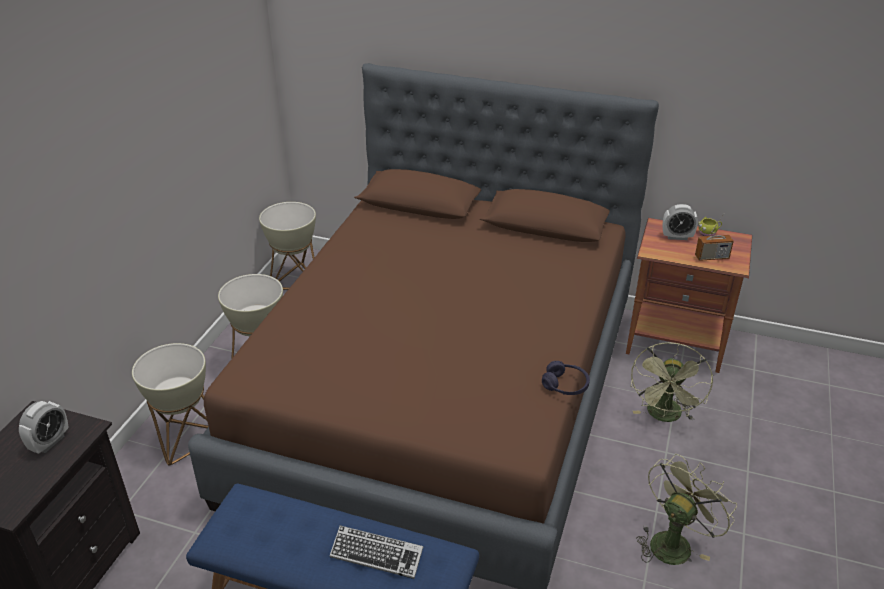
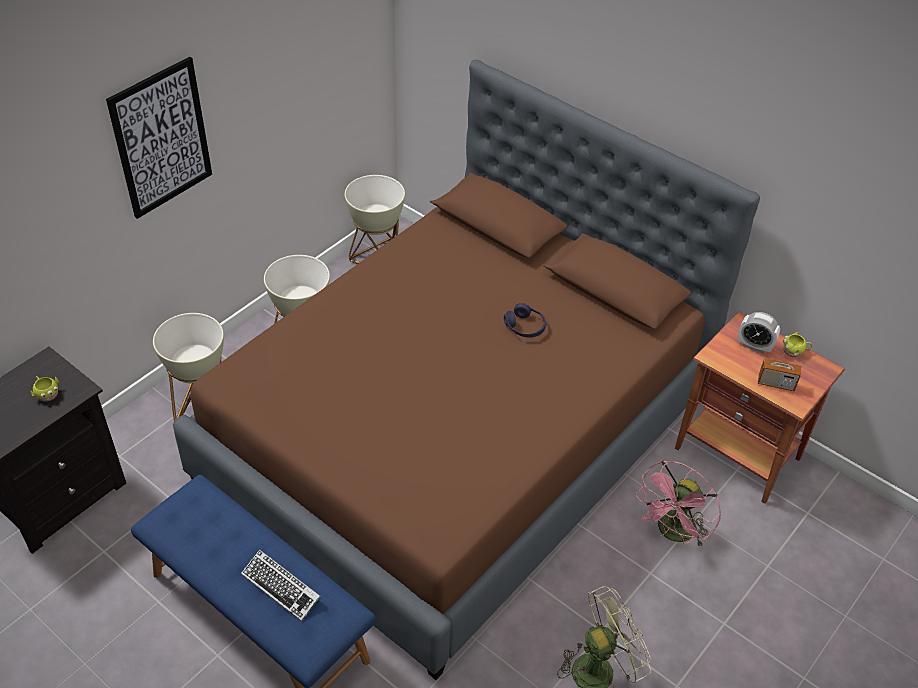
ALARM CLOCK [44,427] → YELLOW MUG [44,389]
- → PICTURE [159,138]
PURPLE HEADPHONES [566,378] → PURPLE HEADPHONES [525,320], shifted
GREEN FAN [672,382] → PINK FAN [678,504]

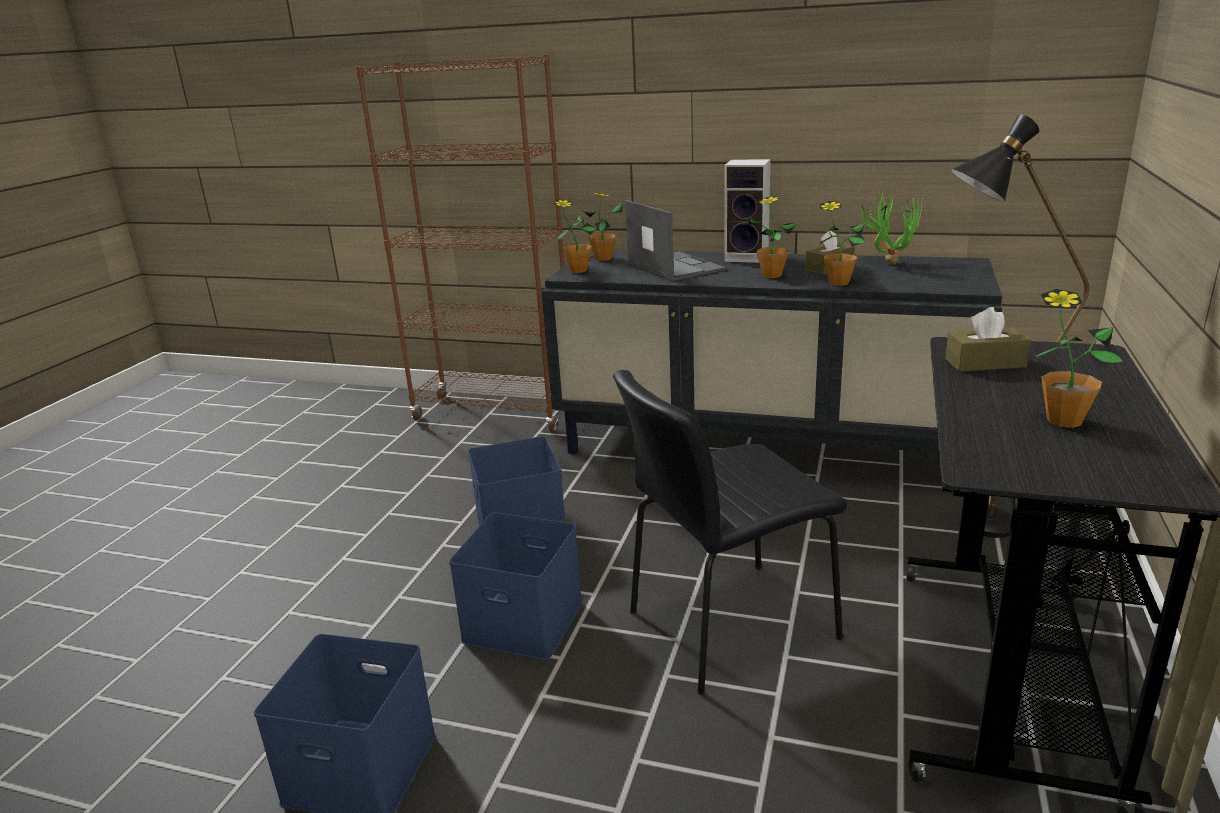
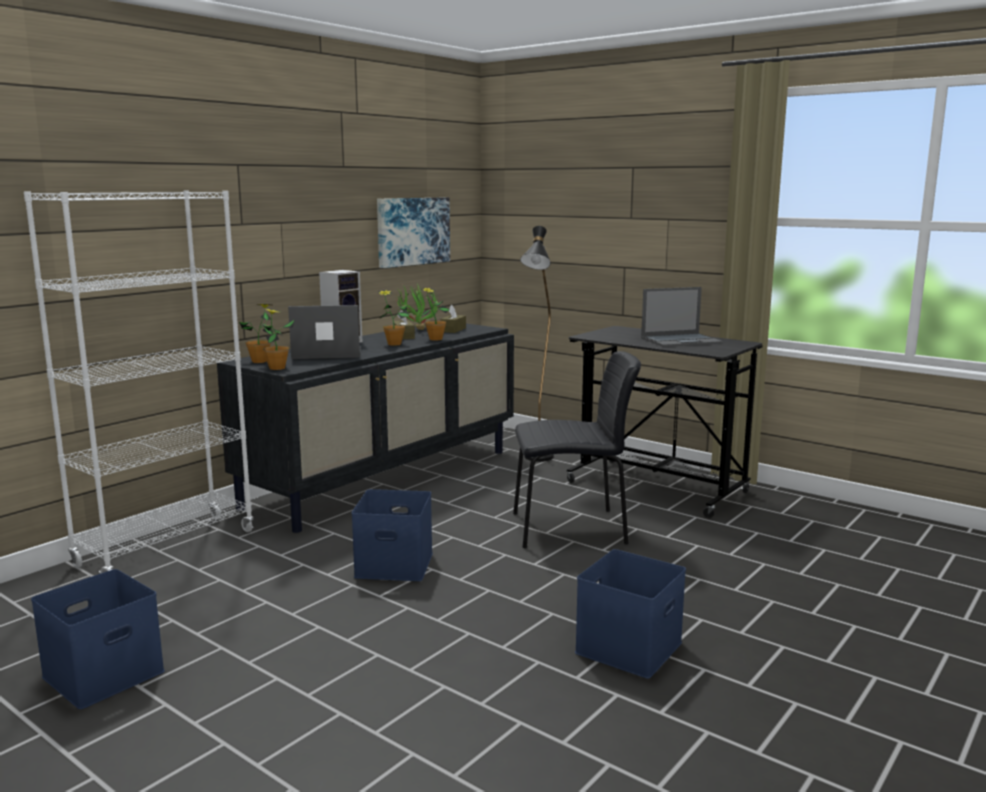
BROWN BOOKCASE [460,243] → WHITE BOOKCASE [139,382]
BLUE STORAGE BOX [515,586] → BLUE STORAGE BOX [98,639], shifted
- → PICTURE [413,233]
BROWN TISSUE BOX [988,339] → BROWN TISSUE BOX [453,319], shifted
BLACK CHAIR [730,532] → BLACK CHAIR [577,449], 90 degrees counterclockwise
POTTED PLANT [1079,358] → LAPTOP [682,317]

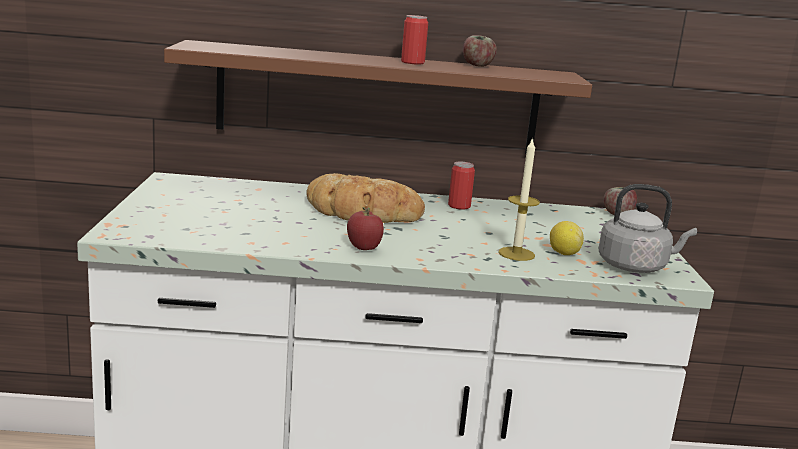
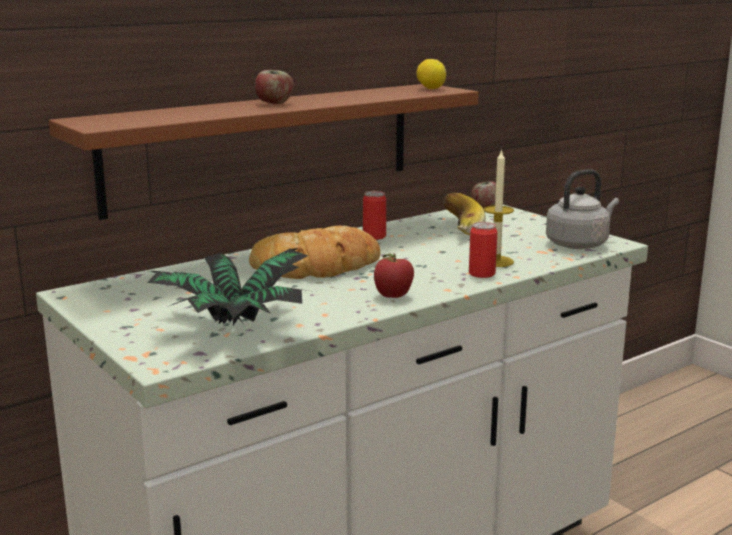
- → POTTED PLANT [227,286]
APPLE [480,51] → APPLE [274,87], shifted
LEMON [567,238] → LEMON [431,74], shifted
- → BANANA [465,214]
CAN [414,40] → CAN [483,250], shifted

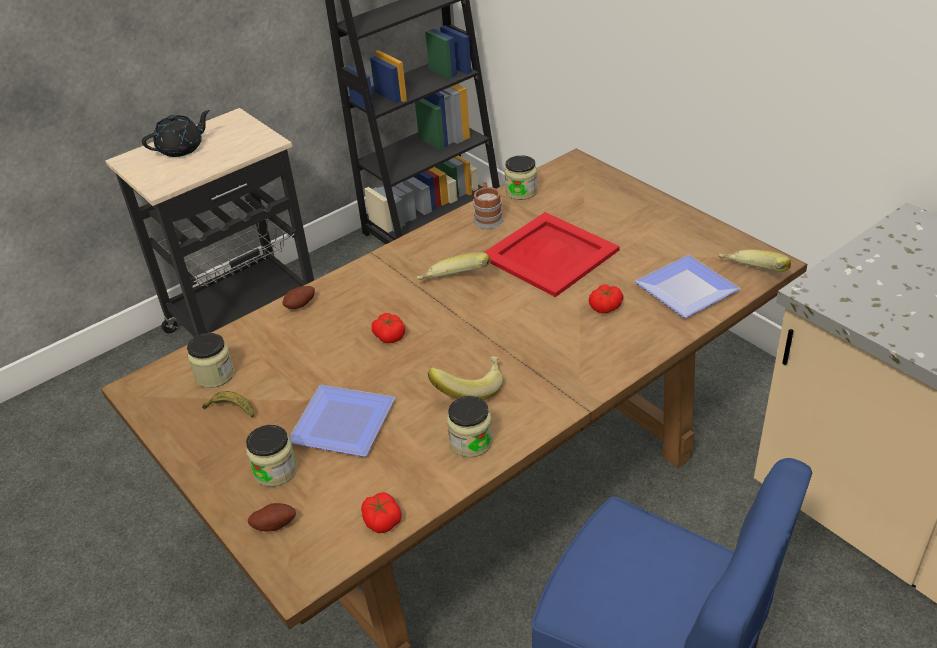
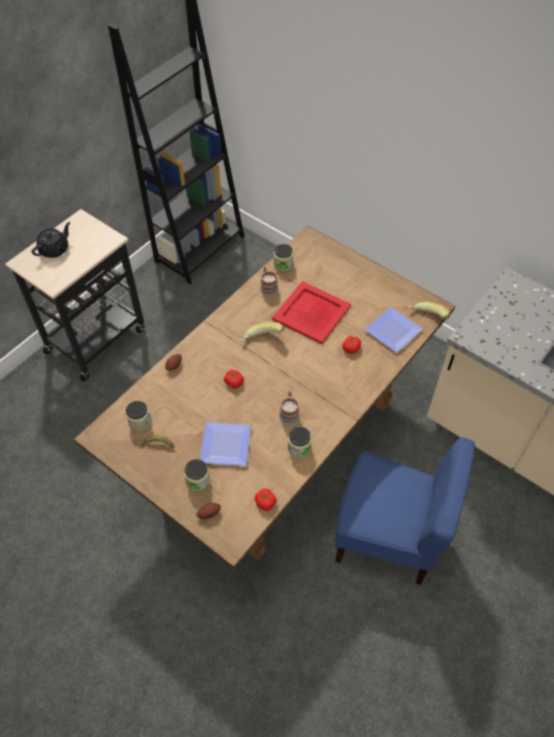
BANANA [465,378] → MUG [289,407]

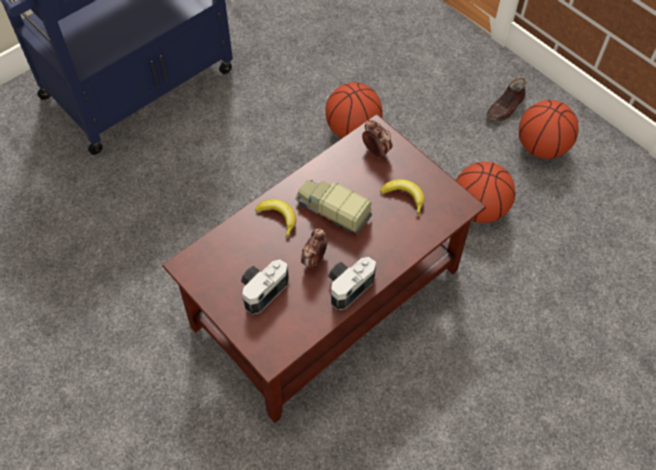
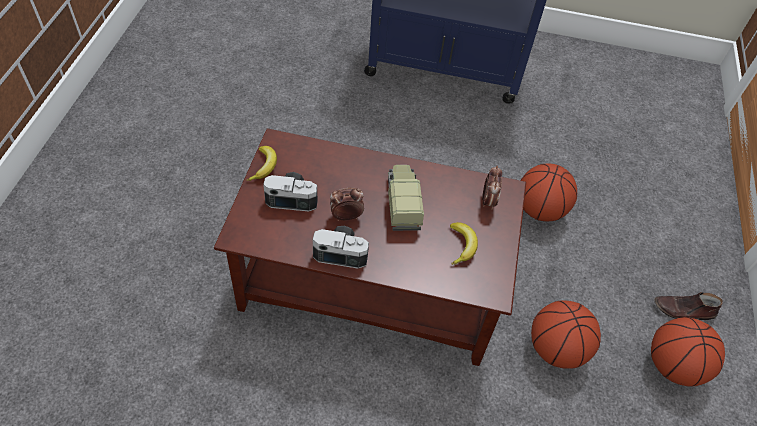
BANANA [275,218] → BANANA [262,163], shifted

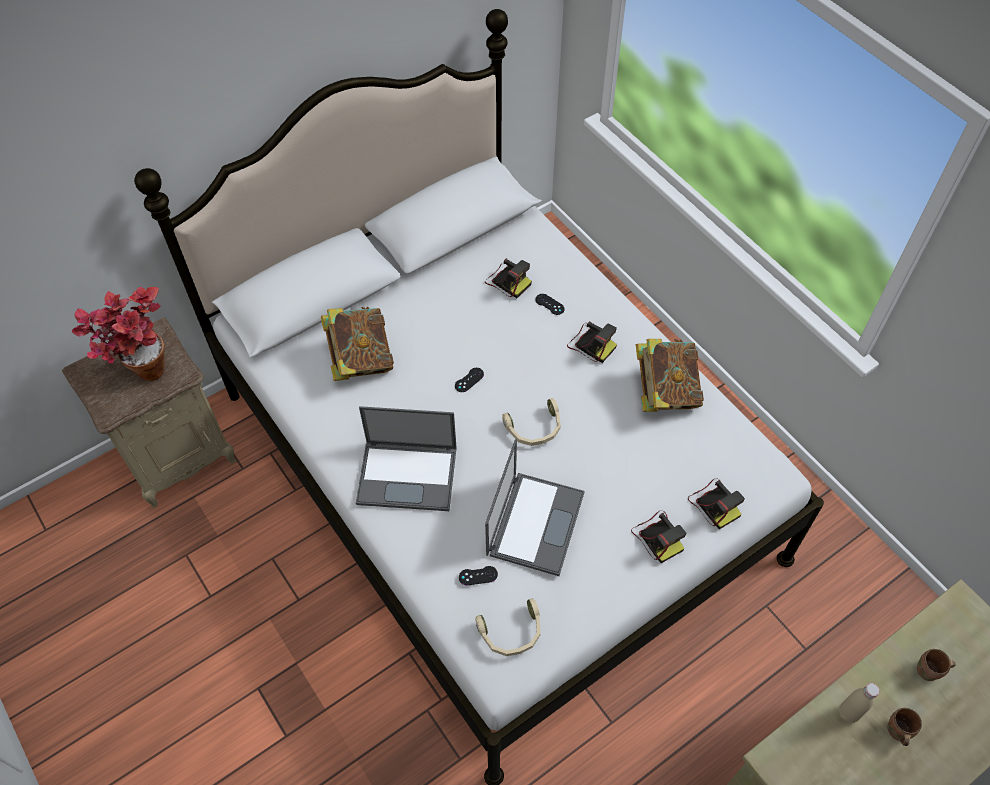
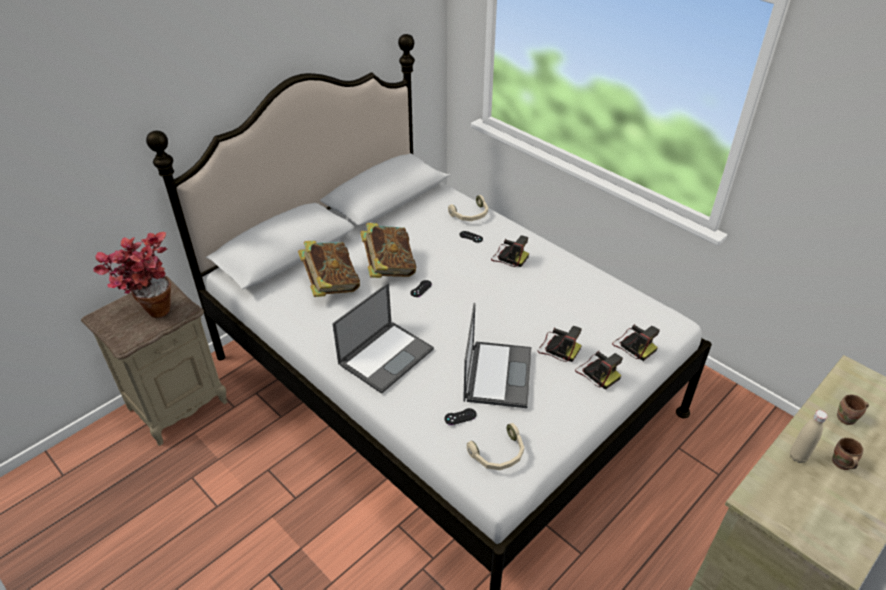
LAPTOP [406,458] → LAPTOP [383,338], 45 degrees counterclockwise
BOOK [670,375] → BOOK [388,250], shifted
BEIGE HEADPHONES [531,422] → BEIGE HEADPHONES [468,208], shifted
PHOTO CAMERA [508,278] → PHOTO CAMERA [560,344], shifted

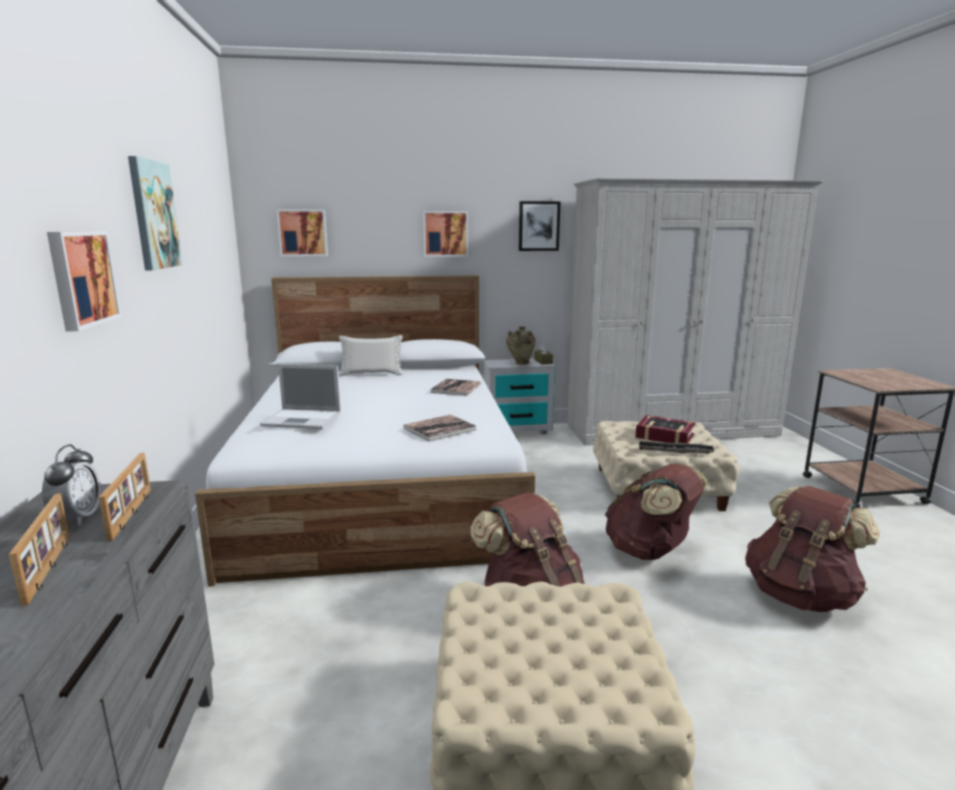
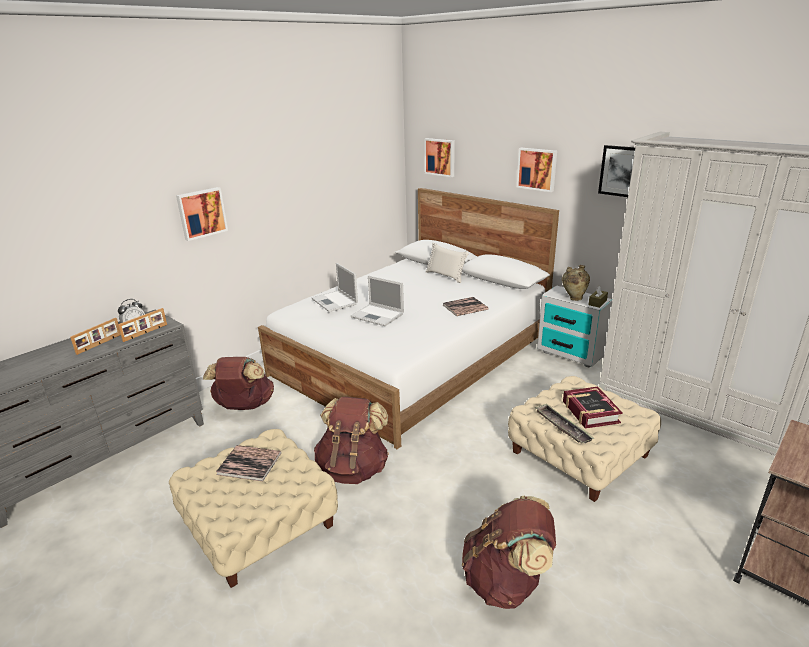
BROWN BACKPACK [656,512] → BROWN BACKPACK [238,383], shifted
BOOK [439,428] → BOOK [248,463], shifted
- → LAPTOP [377,300]
PICTURE [155,213] → -

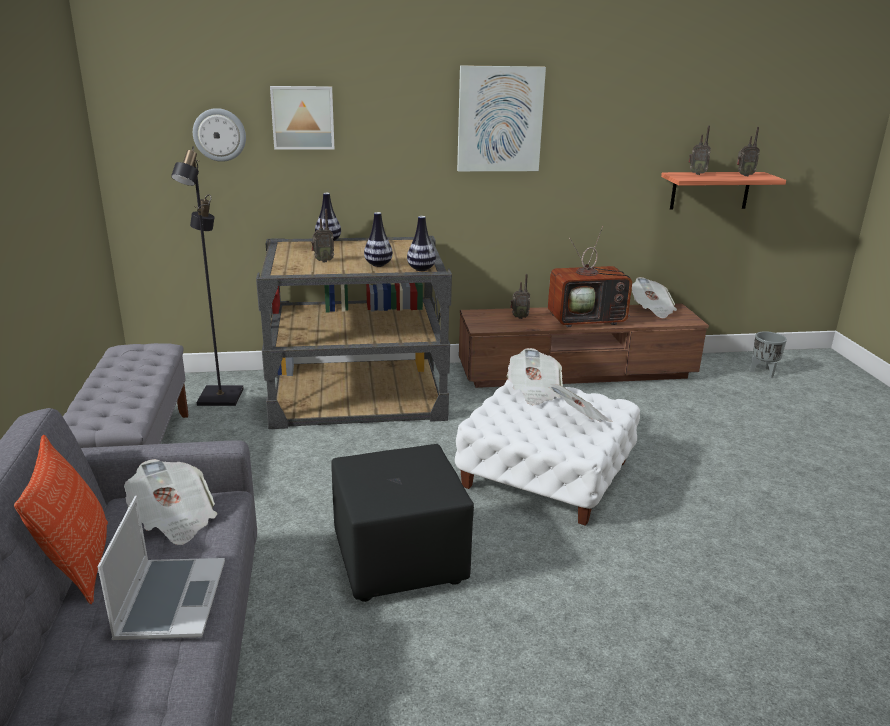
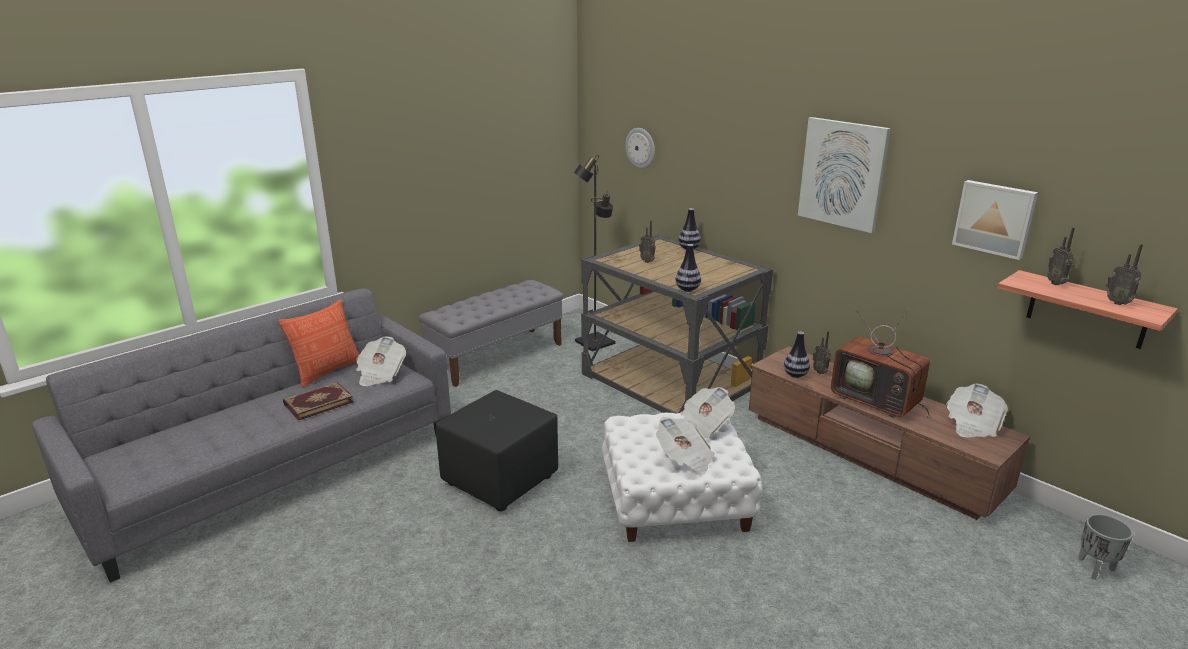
LAPTOP [161,568] → BOOK [318,401]
VASE [378,239] → VASE [797,355], shifted
PICTURE [302,118] → PICTURE [995,220], shifted

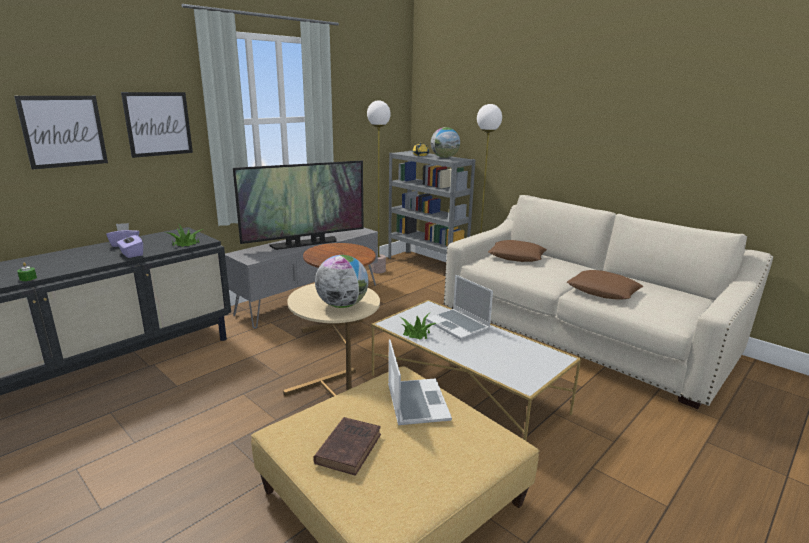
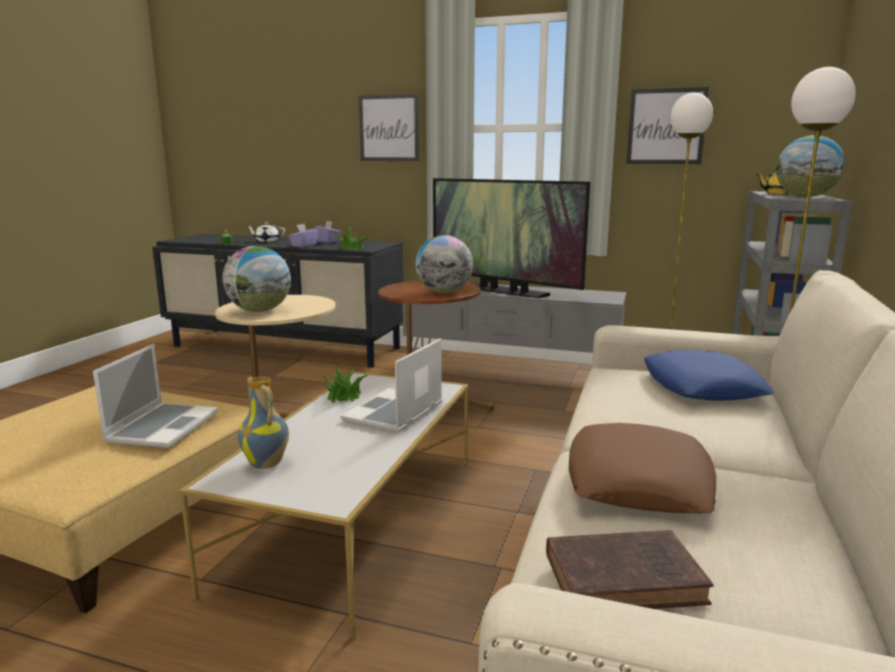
LAPTOP [420,382] → LAPTOP [155,396], 45 degrees counterclockwise
- → VASE [263,423]
- → WHITE TEAPOT [265,232]
- → GLOBE [444,264]
BROWN BOOK [347,446] → BROWN BOOK [630,569], shifted
PICTURE [61,133] → PICTURE [667,125], shifted
BROWN PILLOW [517,251] → BLUE PILLOW [709,375]

